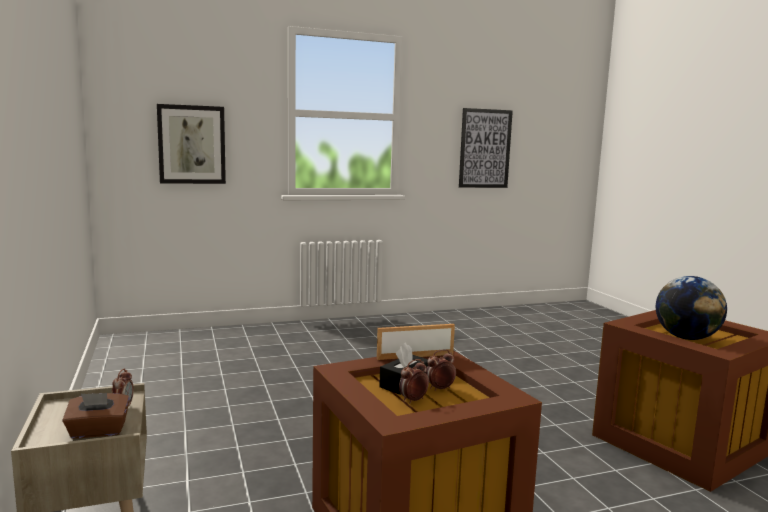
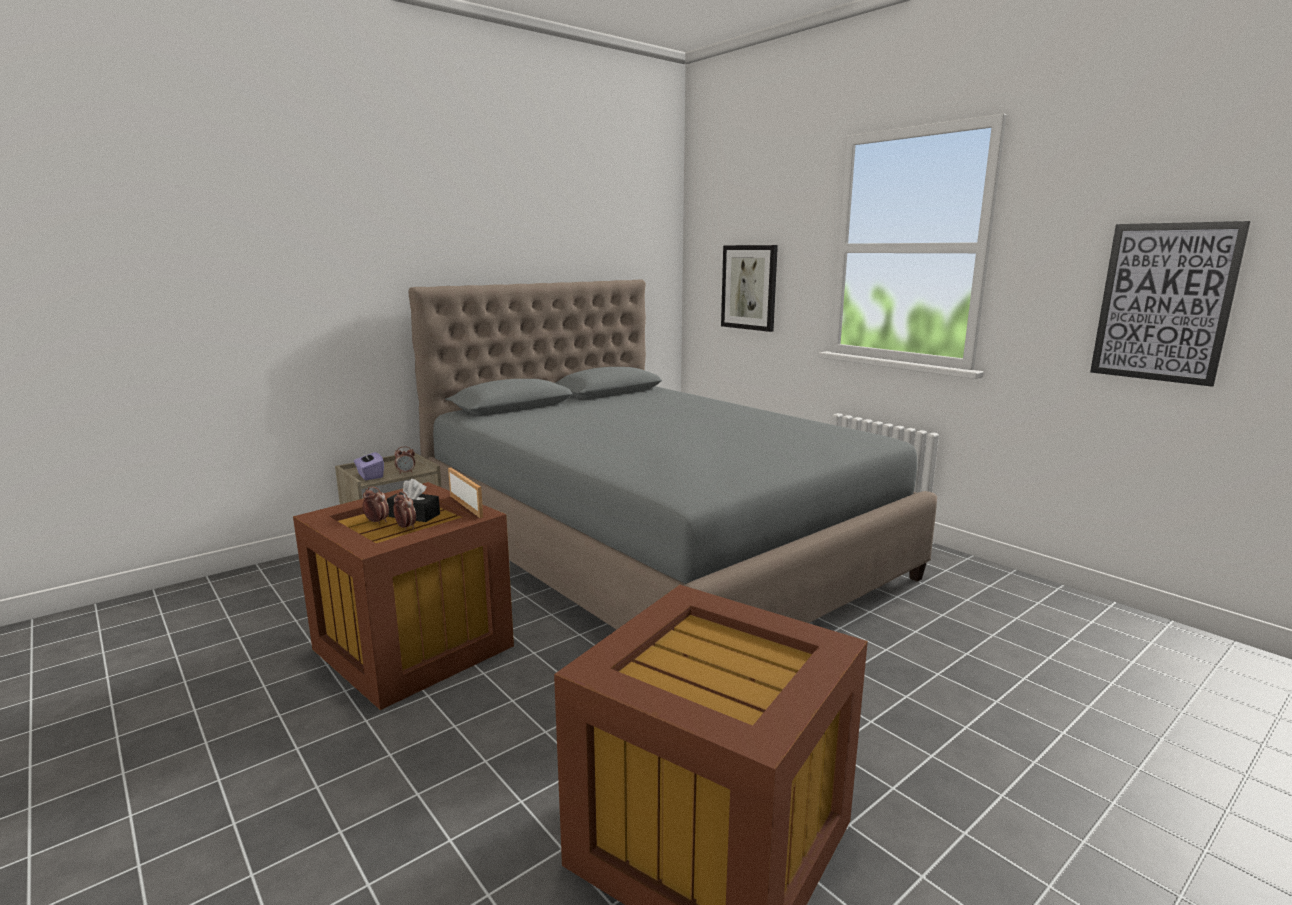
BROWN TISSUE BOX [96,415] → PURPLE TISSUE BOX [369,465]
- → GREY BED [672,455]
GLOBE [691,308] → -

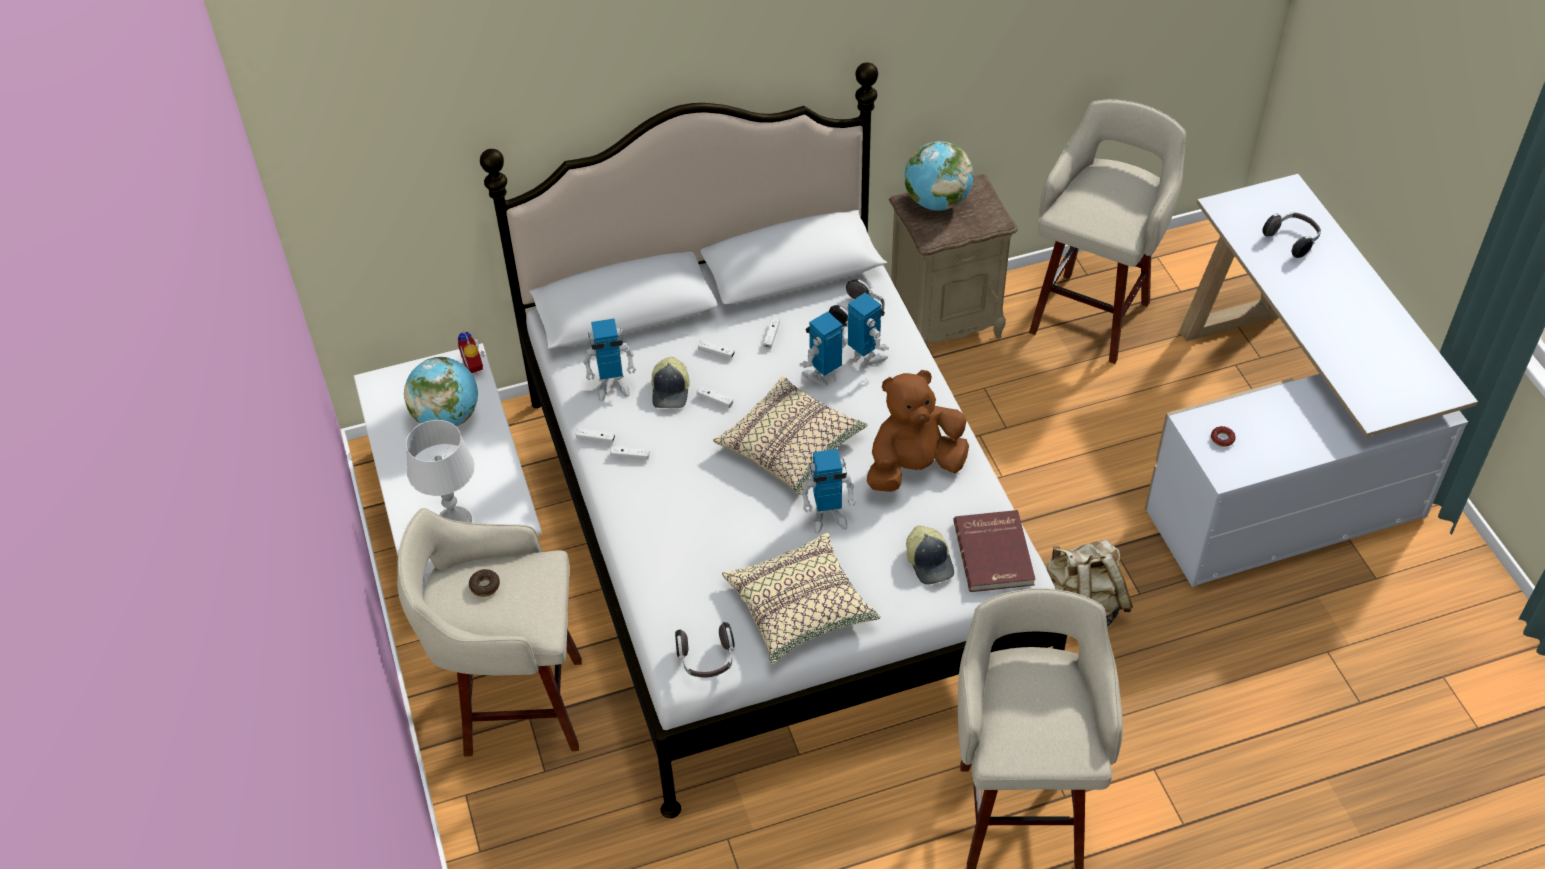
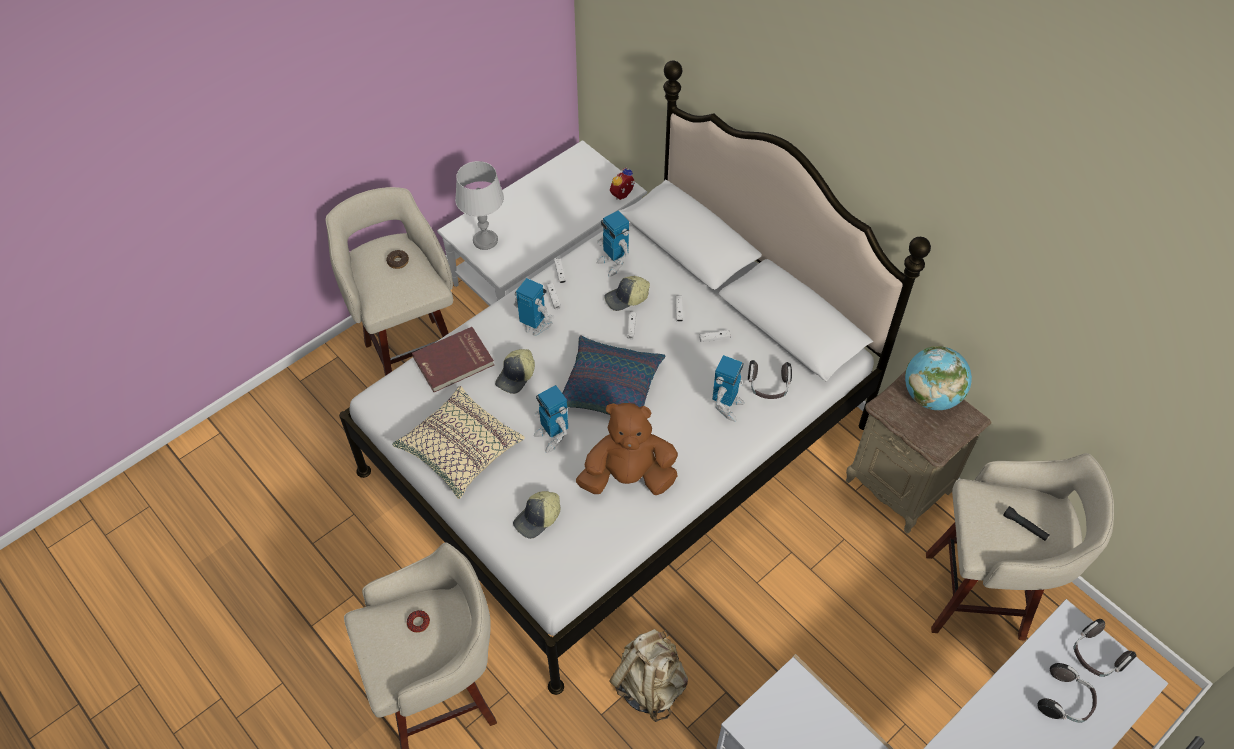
DONUT [1223,436] → DONUT [418,621], shifted
RED BOOK [994,551] → RED BOOK [453,359], shifted
- → CAP [515,371]
TOY ROBOT [823,349] → TOY ROBOT [534,307], shifted
BEIGE PILLOW [790,435] → BLUE PILLOW [613,375]
BROWN PLUSH TOY [918,431] → BROWN PLUSH TOY [627,449], 45 degrees counterclockwise
- → BLACK FLASHLIGHT [1026,523]
HEADPHONES [705,649] → HEADPHONES [1105,648], shifted
GLOBE [441,392] → -

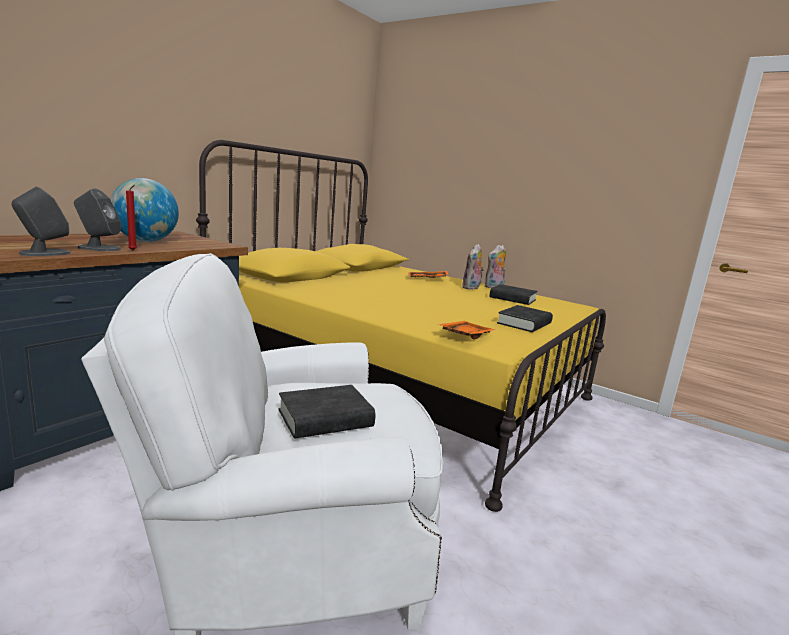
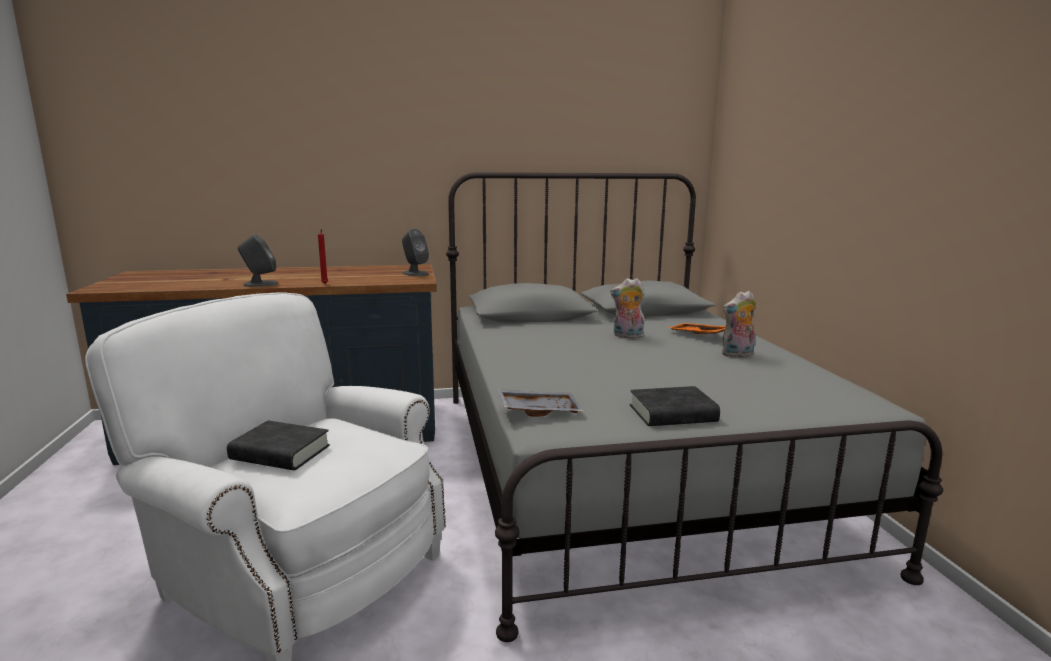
GREY SPEAKER [97,219] → GREY SPEAKER [415,252], shifted
YELLOW BED [401,326] → GREY BED [694,407]
ORANGE TRAY [466,330] → GREY TRAY [540,403]
PLUSH TOY [495,266] → PLUSH TOY [627,308], shifted
GLOBE [144,210] → -
BLACK BOOK [513,294] → -

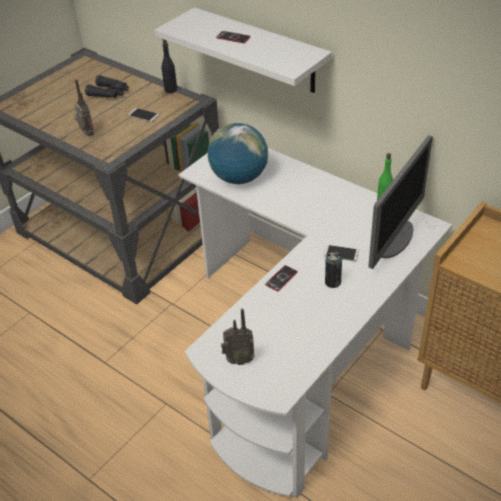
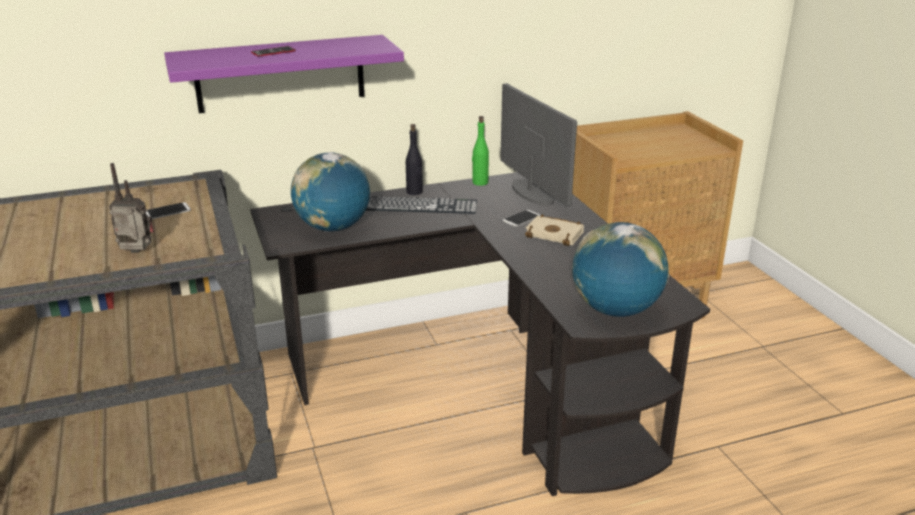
WHITE SHELF [243,50] → PURPLE SHELF [284,74]
WHITE DESK [315,323] → BLACK DESK [480,334]
- → KEYBOARD [421,205]
BLACK BOTTLE [169,66] → BLACK BOTTLE [414,159], shifted
CAN [333,270] → BEIGE BOOK [554,230]
RADIO [238,337] → GLOBE [620,269]
BLACK BINOCULARS [107,86] → -
PHONE [281,278] → -

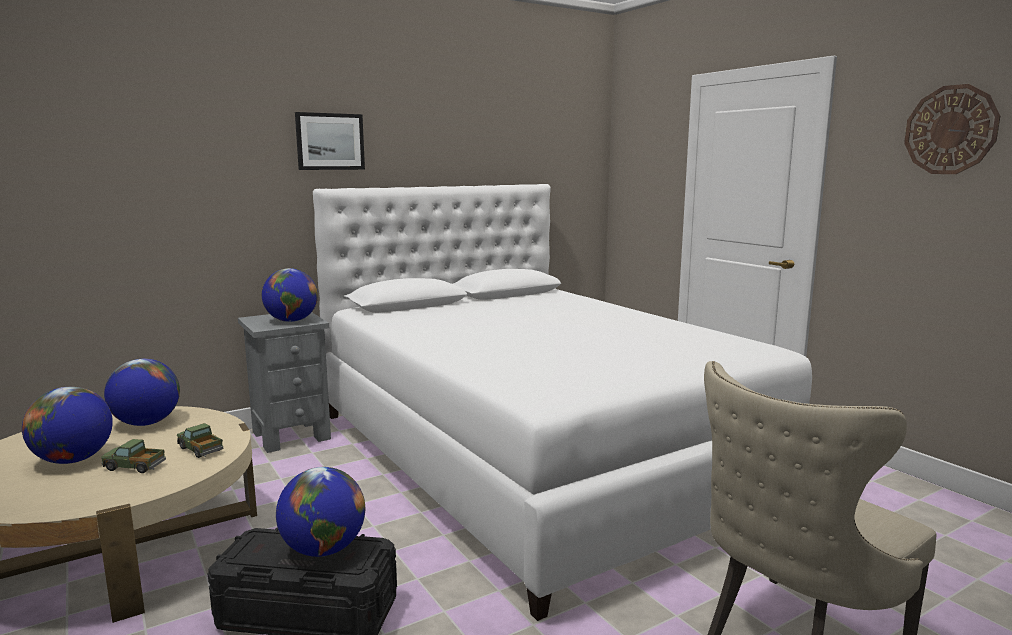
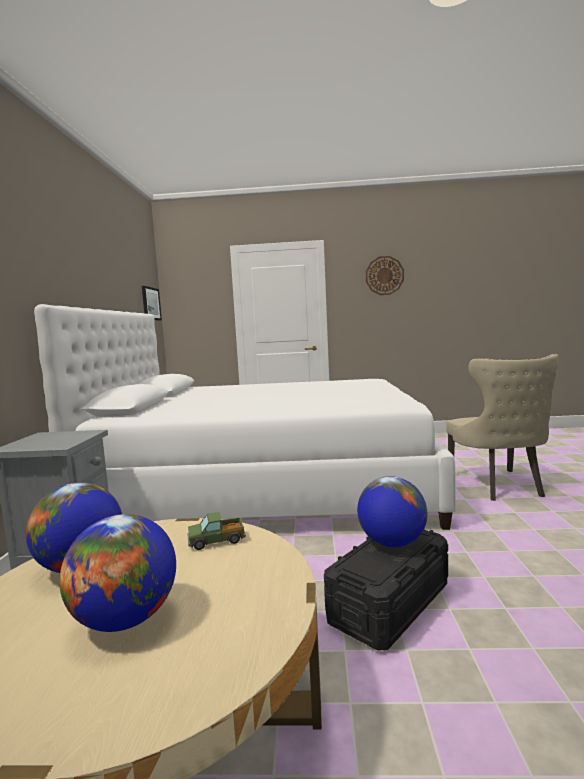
PICTURE [330,141] → PICTURE [152,303], shifted
TOY TRUCK [133,456] → -
GLOBE [290,295] → -

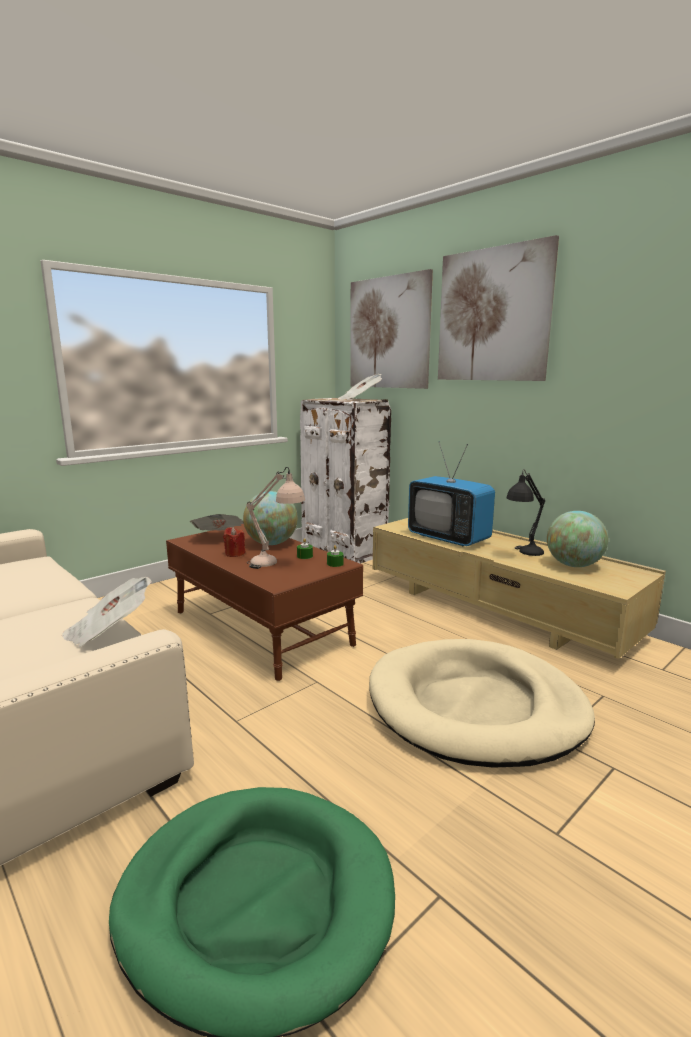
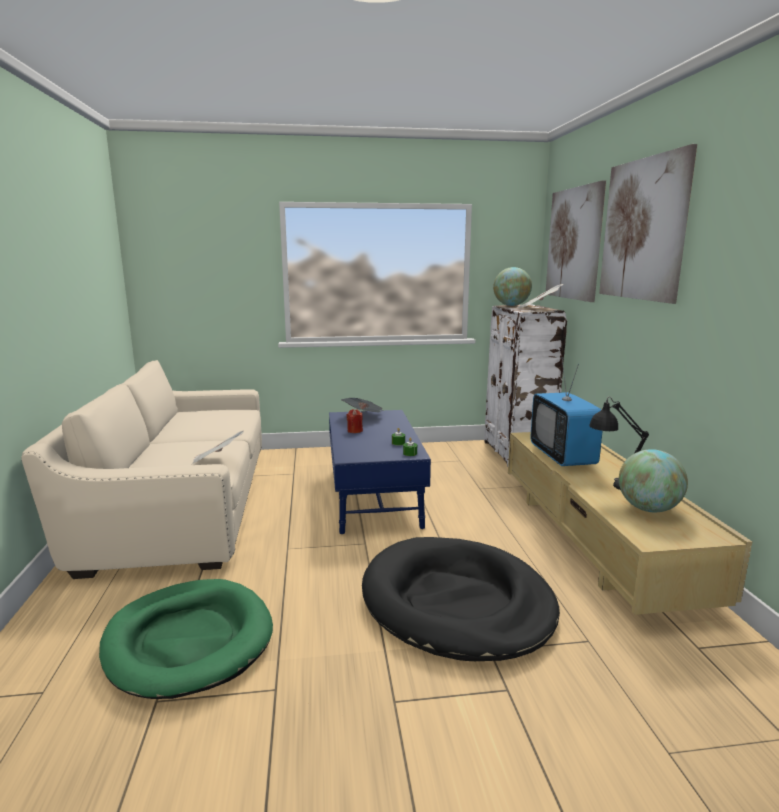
BROWN COFFEE TABLE [264,602] → BLUE COFFEE TABLE [380,472]
BEIGE DOG BED [482,703] → BLACK DOG BED [461,599]
GLOBE [270,518] → GLOBE [512,286], shifted
BEIGE TABLE LAMP [275,518] → -

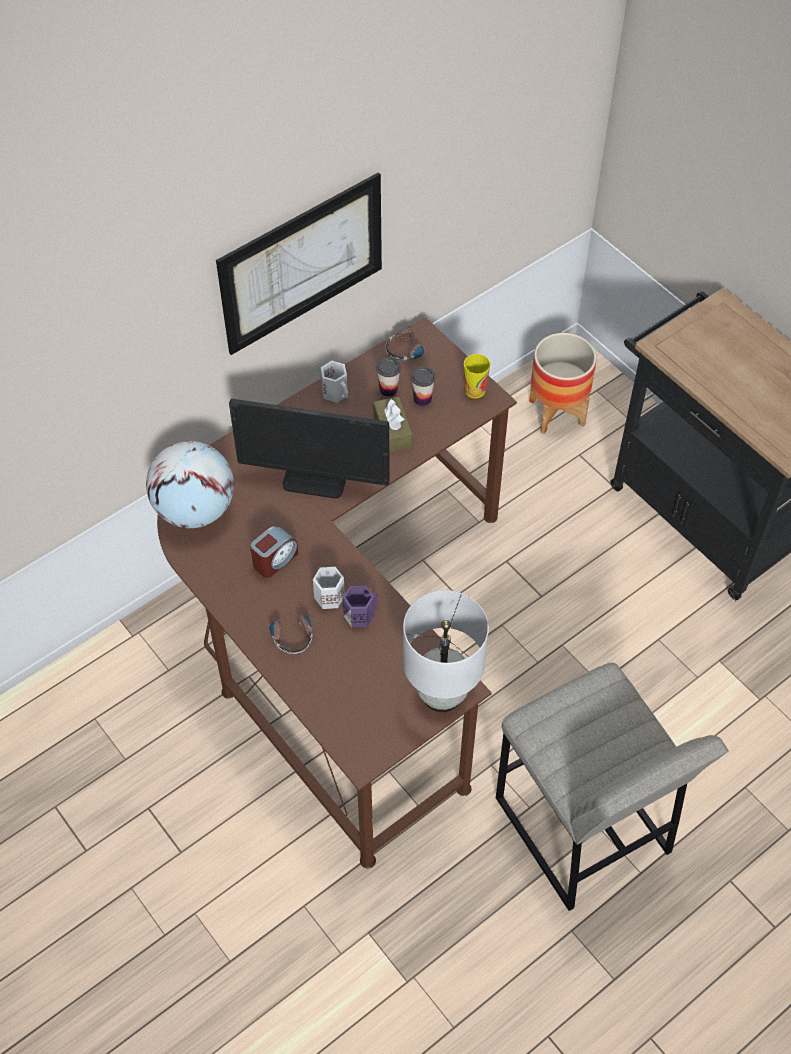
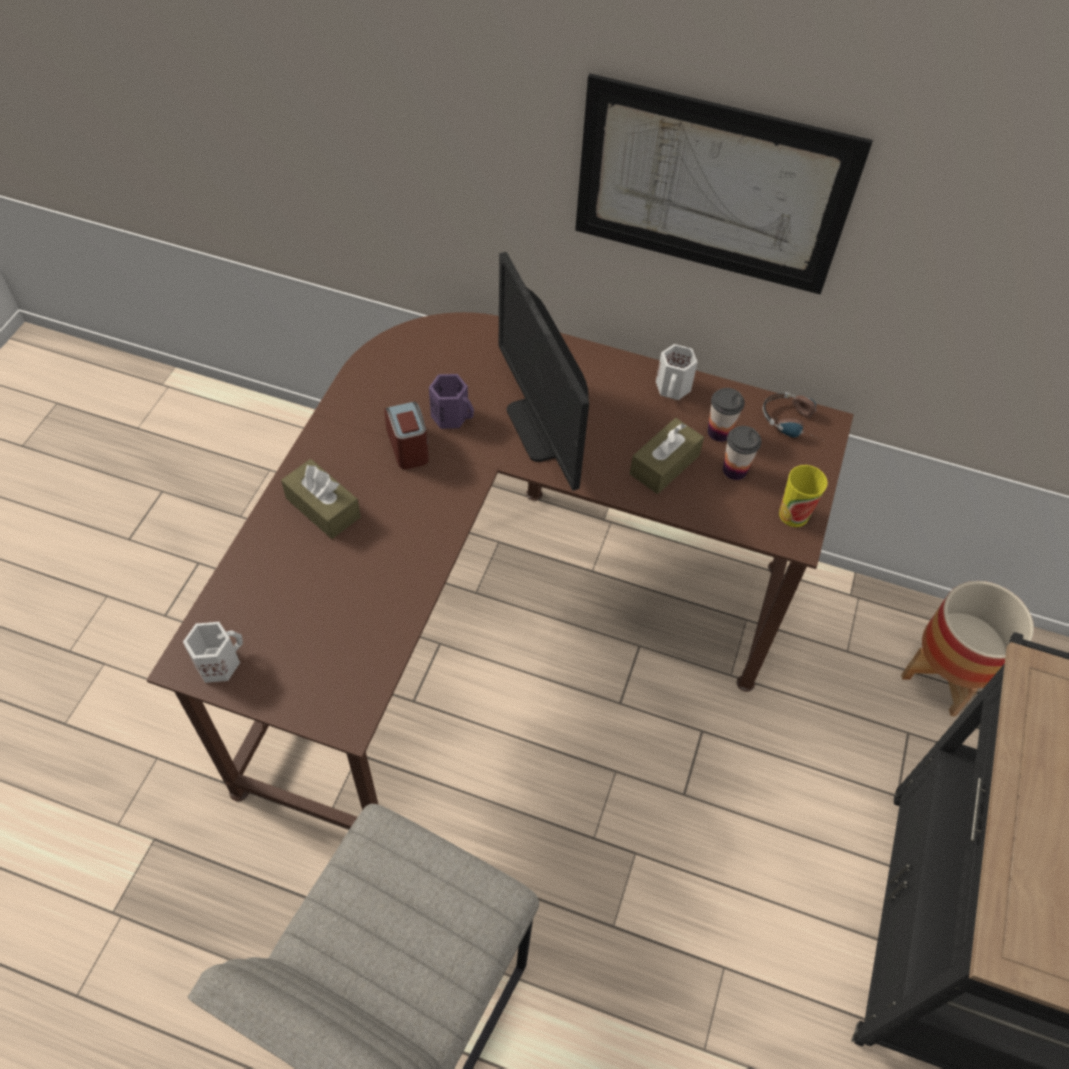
WHITE MUG [329,588] → WHITE MUG [213,652], shifted
HEADPHONES [291,627] → BROWN TISSUE BOX [321,499]
ALARM CLOCK [274,552] → ALARM CLOCK [406,435], 120 degrees counterclockwise
PURPLE MUG [360,606] → PURPLE MUG [451,401], shifted
GLOBE [190,484] → -
WHITE TABLE LAMP [446,651] → -

